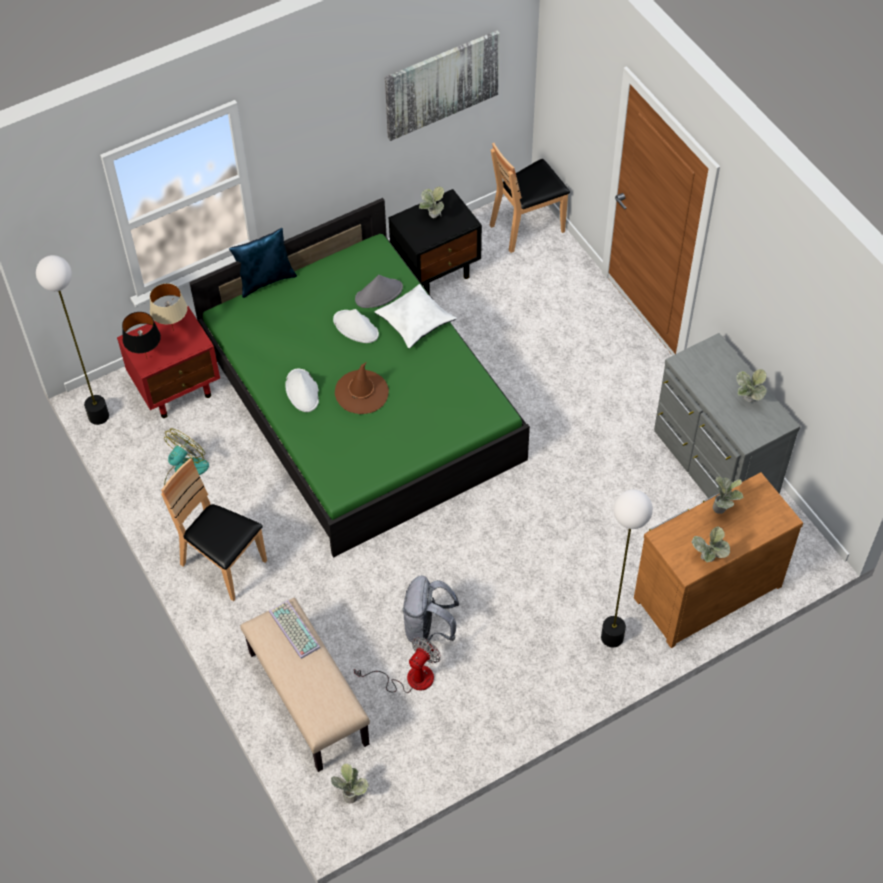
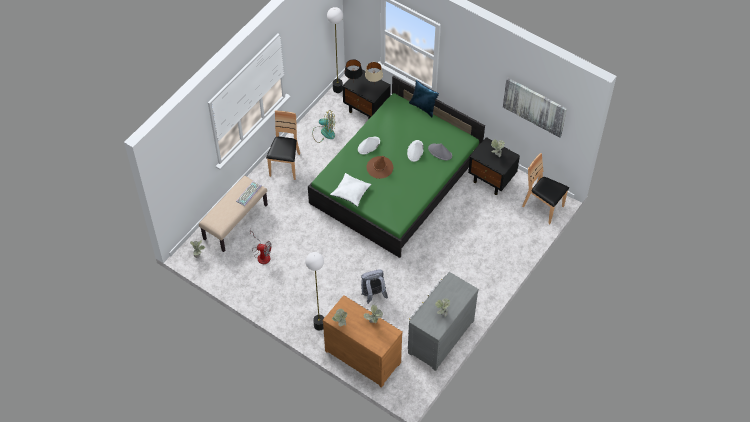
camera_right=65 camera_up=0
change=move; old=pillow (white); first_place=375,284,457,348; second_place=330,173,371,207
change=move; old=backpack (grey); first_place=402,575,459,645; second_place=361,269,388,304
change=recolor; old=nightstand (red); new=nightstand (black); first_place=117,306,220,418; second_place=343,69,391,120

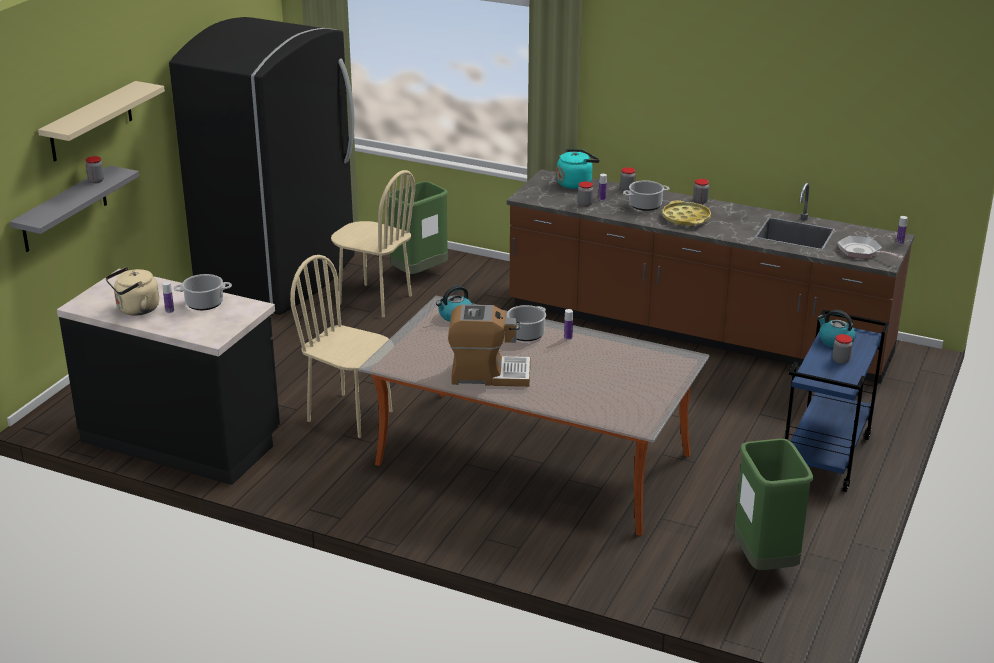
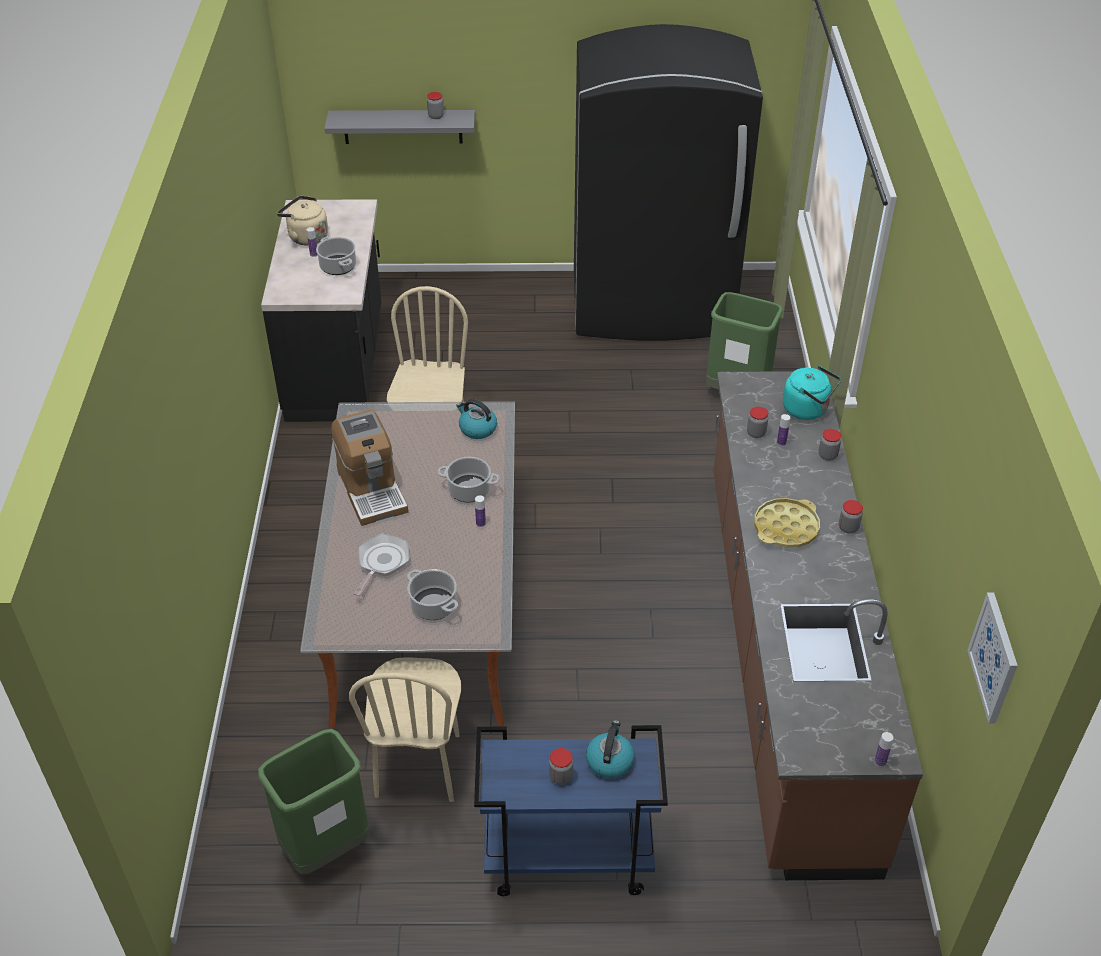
camera_right=65 camera_up=15
change=delete; old=shelf (beige); first_place=38,81,165,162
change=insert; new=picture; second_place=967,592,1018,723
change=move; old=chair (beige); first_place=331,170,415,317; second_place=349,657,461,802
change=move; old=cooking pot; first_place=623,180,670,211; second_place=407,569,458,620
change=move; old=frying pan; first_place=837,236,904,259; second_place=353,534,409,596

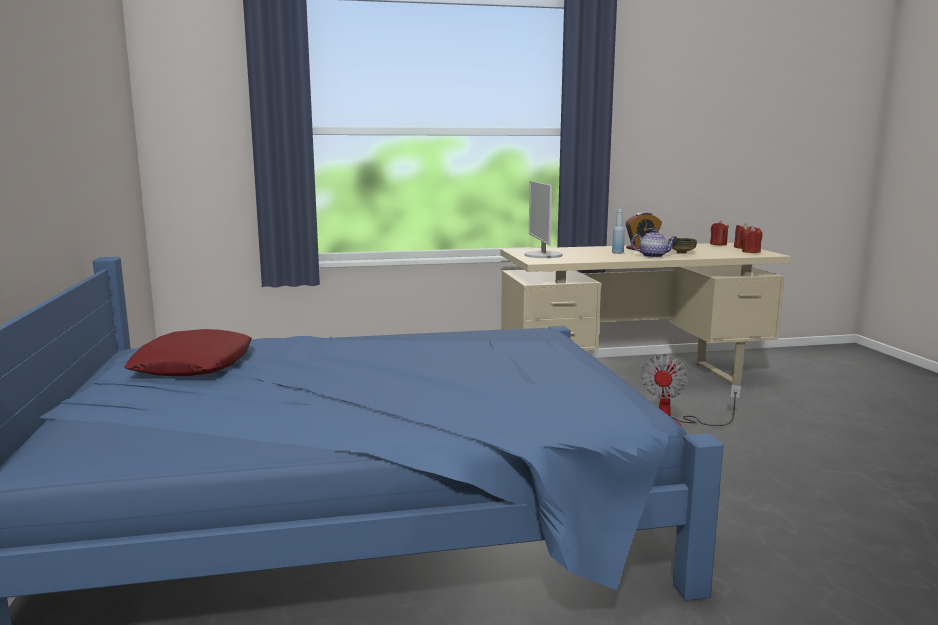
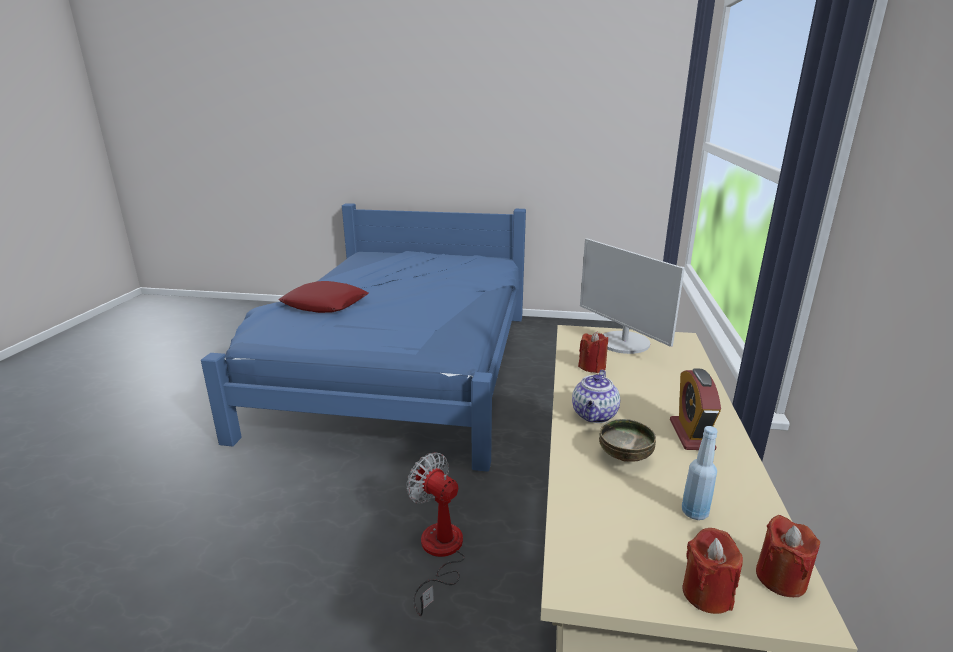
camera_right=110 camera_up=10
change=move; old=pillow (red); first_place=124,329,252,376; second_place=279,281,369,313
change=move; old=bottle (blue); first_place=612,209,625,254; second_place=682,426,718,520
change=move; old=candle (red); first_place=742,226,763,253; second_place=578,332,608,373
change=rotate; old=monitor; first_place=525,181,563,258; second_place=580,238,685,354; degrees=-135

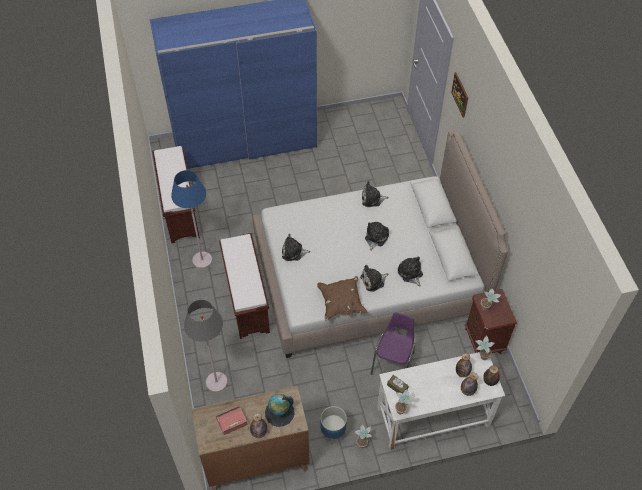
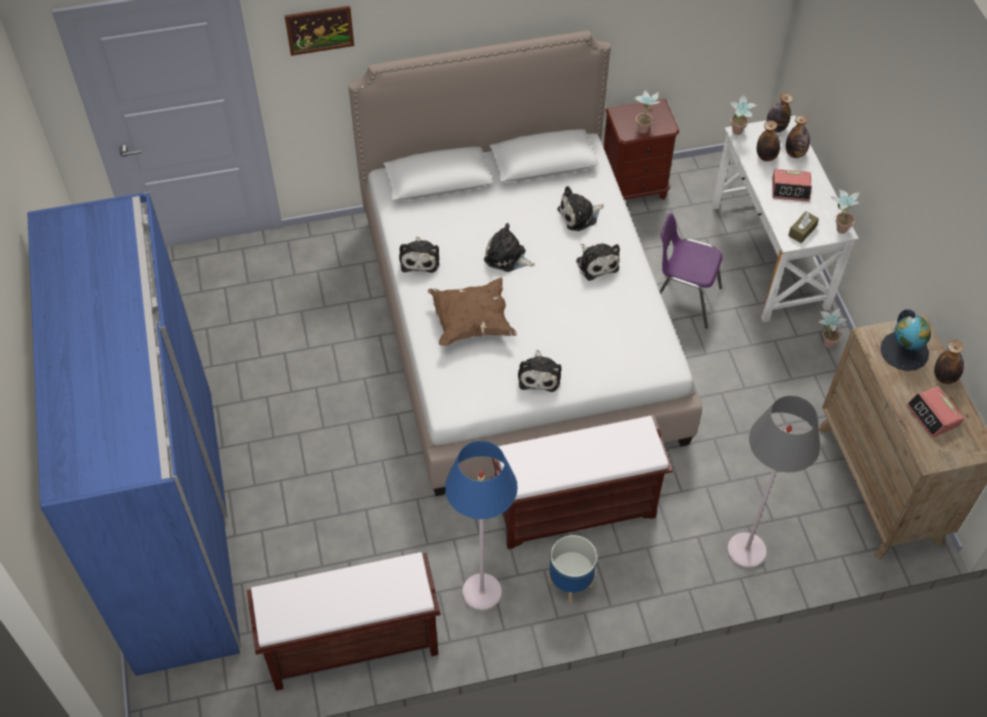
camera_right=-90 camera_up=0
change=insert; new=alarm clock; second_place=772,169,812,202
change=move; old=pillow (brown); first_place=317,276,368,321; second_place=428,278,517,346
change=move; old=planter; first_place=320,406,347,445; second_place=548,535,597,604

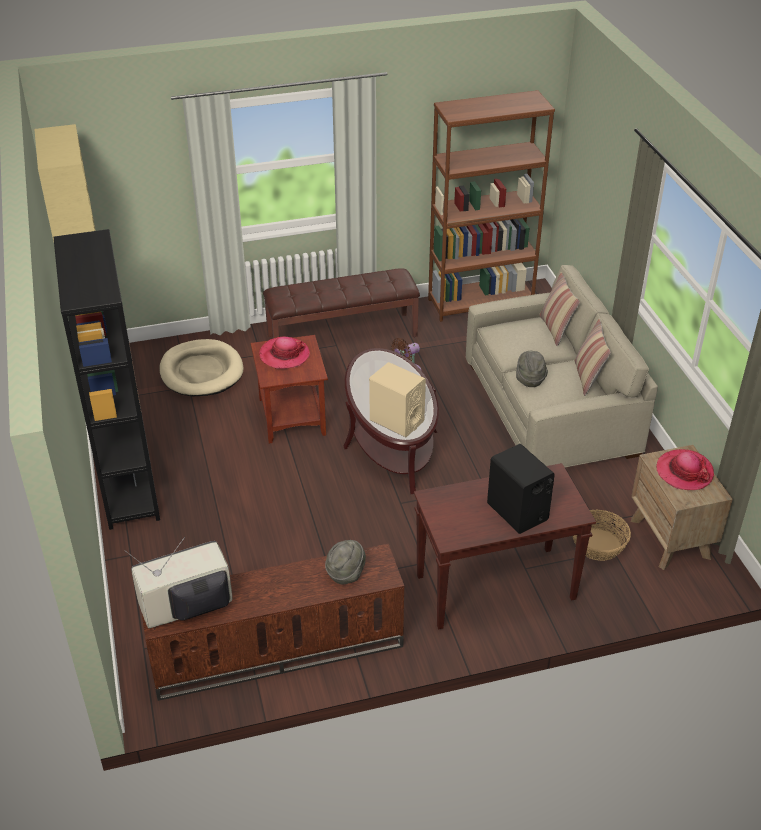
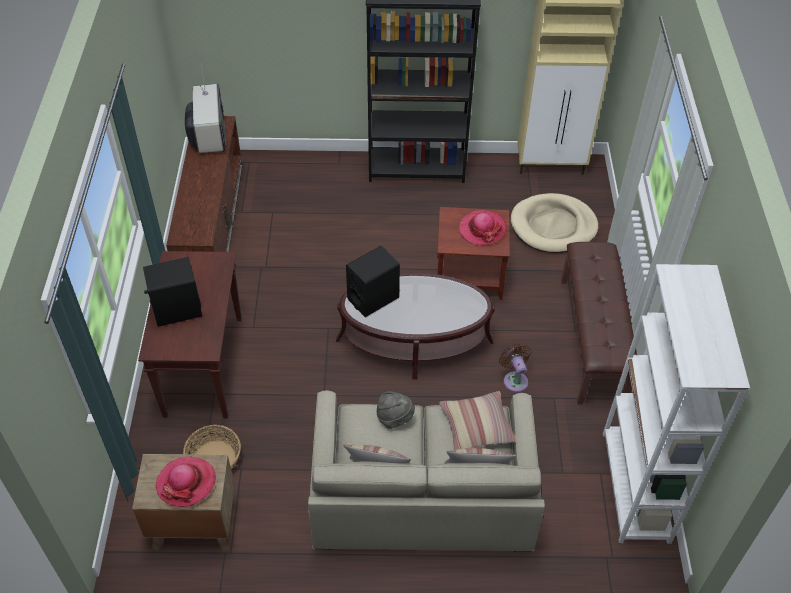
camera_right=105 camera_up=10
change=delete; old=hat (grey); first_place=325,540,366,584
change=insert; new=pillow; second_place=439,391,516,450
change=recolor; old=speaker (beige); new=speaker (black); first_place=369,362,426,437; second_place=346,246,400,317
change=recolor; old=bookcase (brown); new=bookcase (white); first_place=428,90,555,322; second_place=603,264,750,544

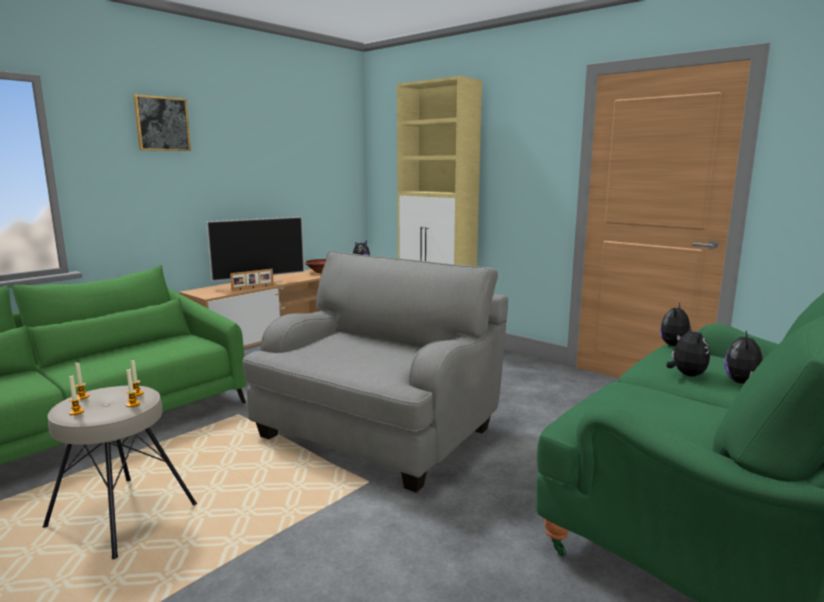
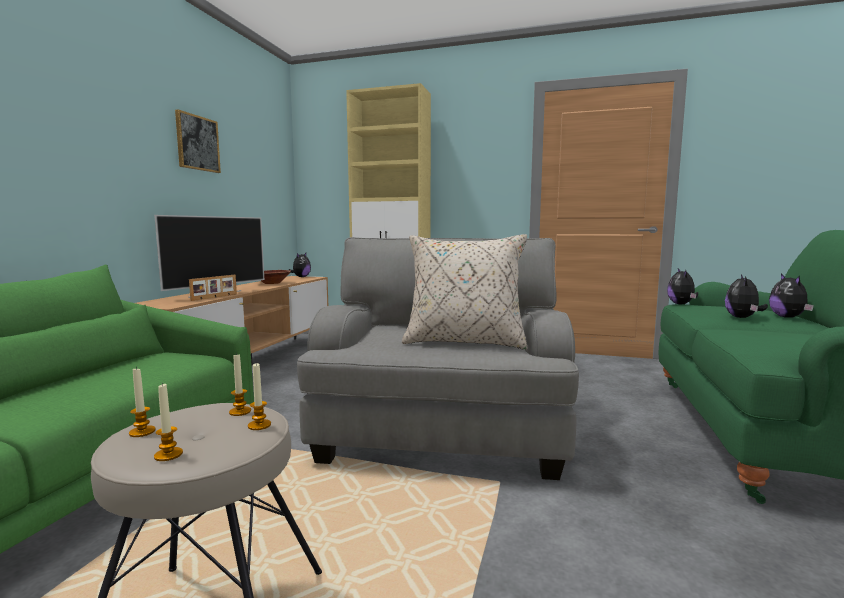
camera_right=-25 camera_up=-5
change=insert; new=pillow (beige); second_place=402,234,528,350
change=move; old=picture; first_place=133,94,191,151; second_place=175,109,221,173
change=rotate; old=plush toy; first_place=666,325,710,377; second_place=725,274,768,318; degrees=-135

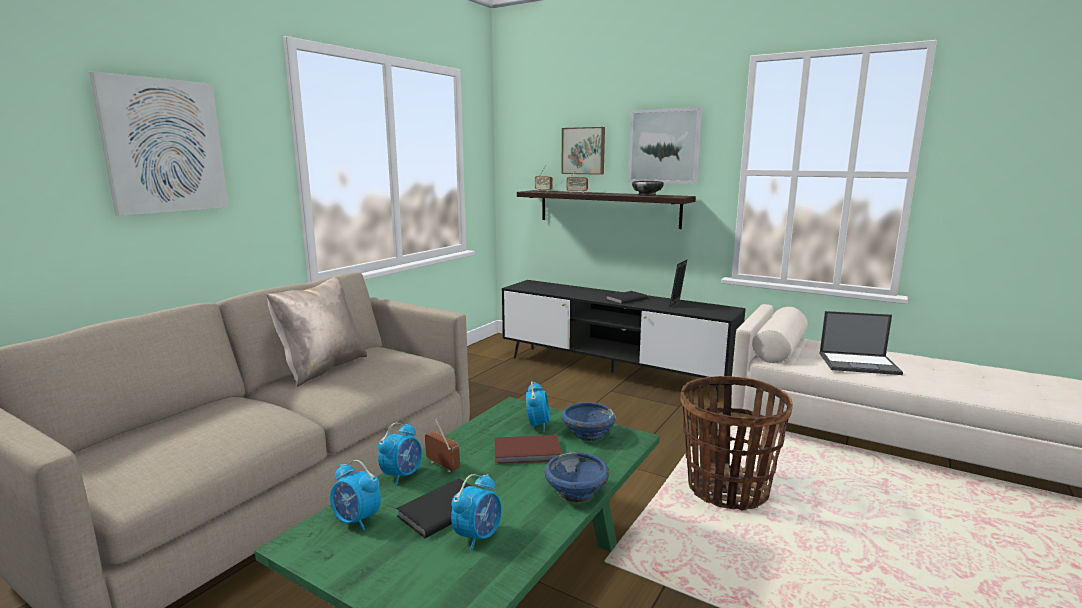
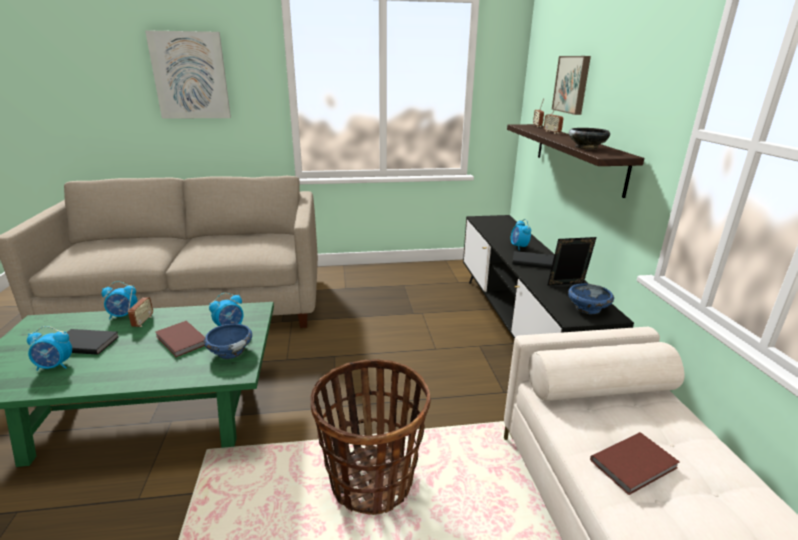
camera_right=50 camera_up=10
change=delete; old=pillow (beige); first_place=267,277,367,387
change=delete; old=picture; first_place=628,107,702,184
change=move; old=alarm clock; first_place=330,460,381,531; second_place=511,219,531,250
change=move; old=bowl (blue); first_place=545,452,609,503; second_place=568,283,614,314
change=replace; old=laptop; new=book (brown); first_place=820,311,903,375; second_place=590,432,679,495

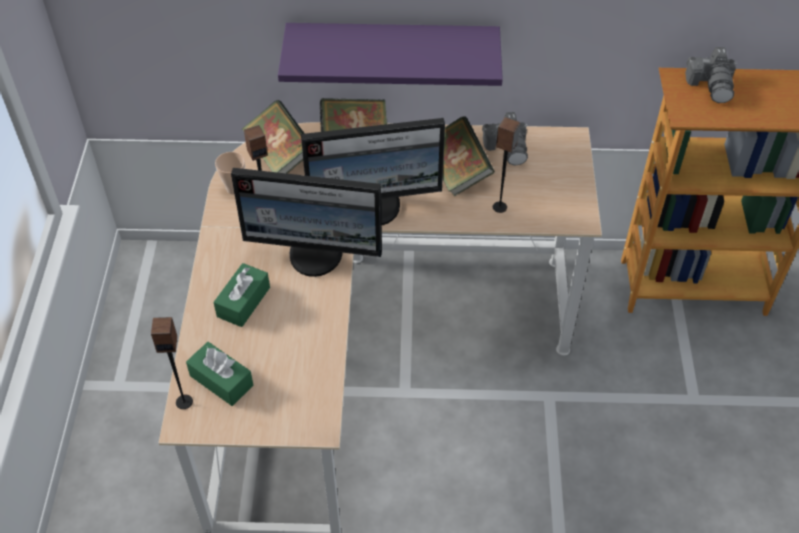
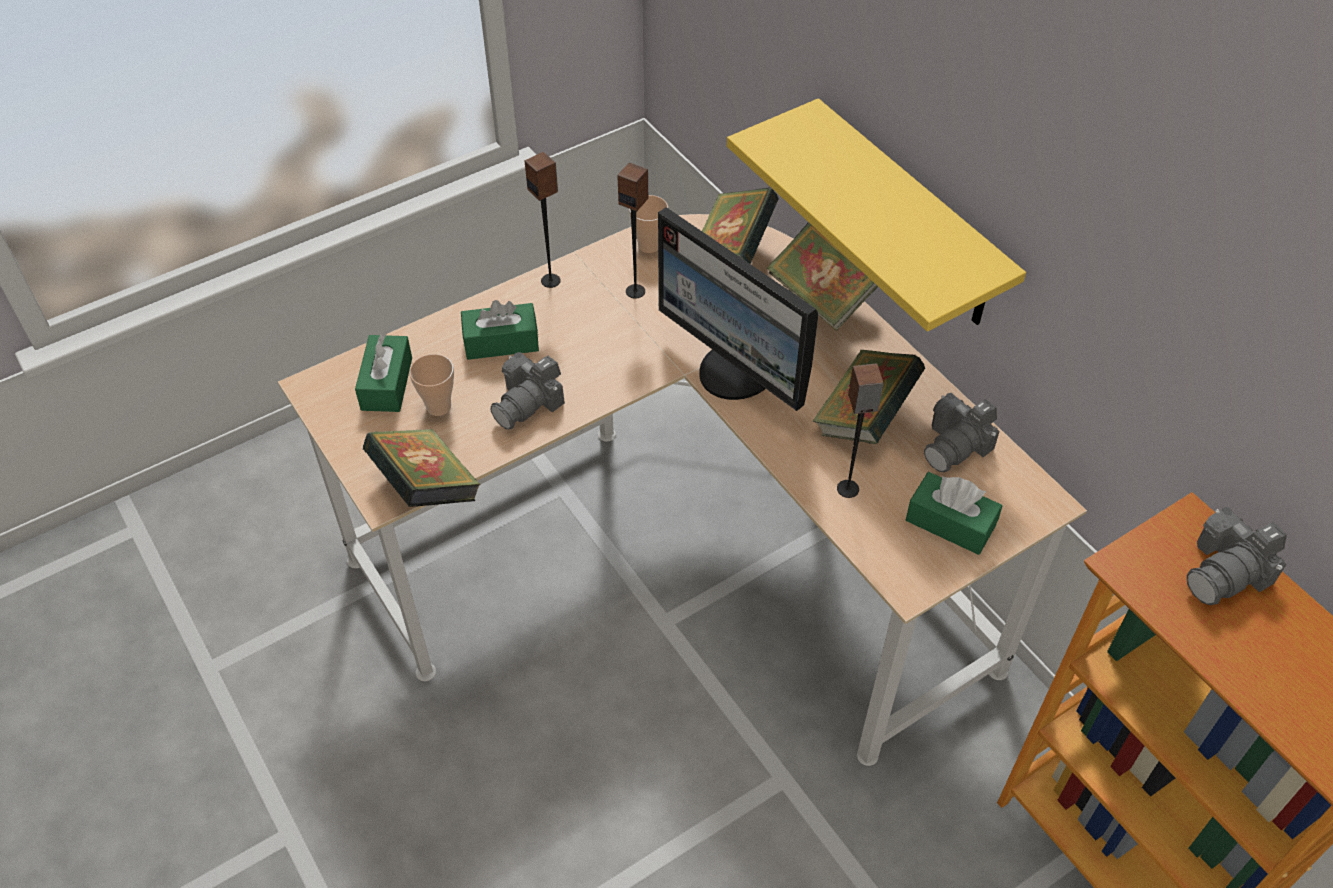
camera_right=55 camera_up=0
change=delete; old=monitor; first_place=231,168,382,277
change=insert; new=book; second_place=363,429,481,507
change=insert; new=cup; second_place=409,354,454,416
change=insert; new=photo camera; second_place=490,352,565,430
change=insert; new=tissue box (green); second_place=906,472,1002,555
change=move; old=speaker; first_place=151,317,193,409; second_place=525,152,561,288
change=recolor; old=shelf (purple); new=shelf (yellow); first_place=278,23,503,86; second_place=727,98,1026,332

